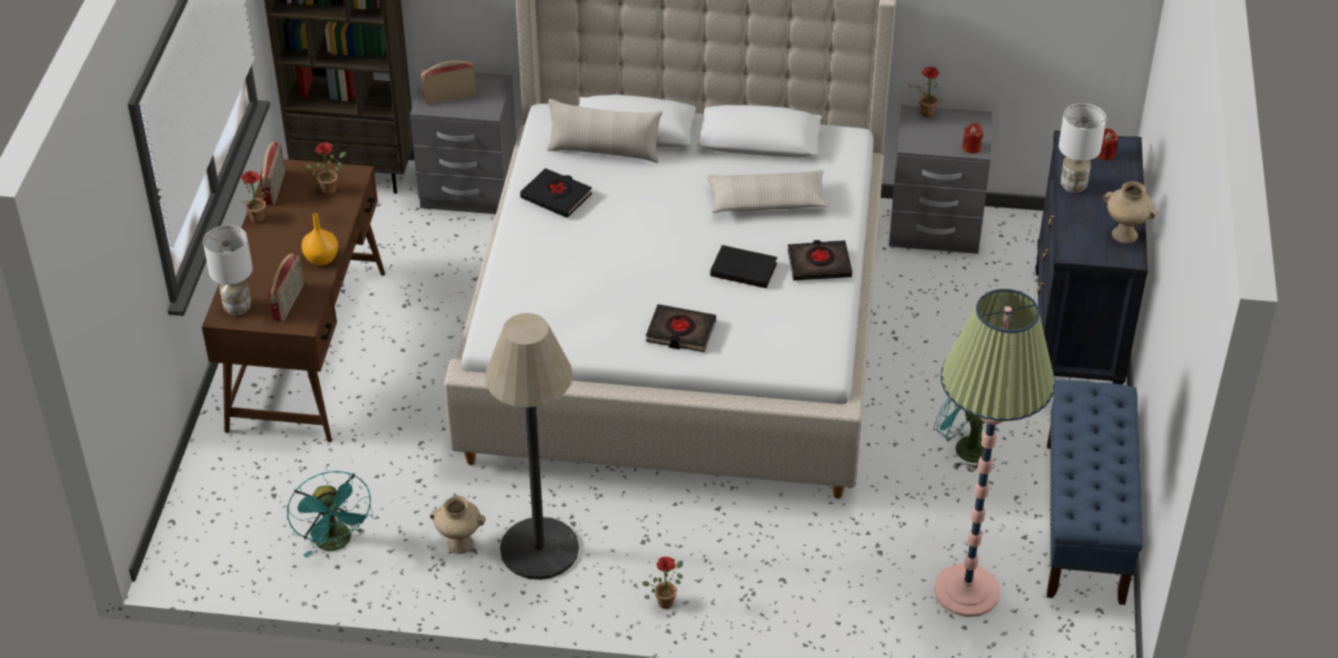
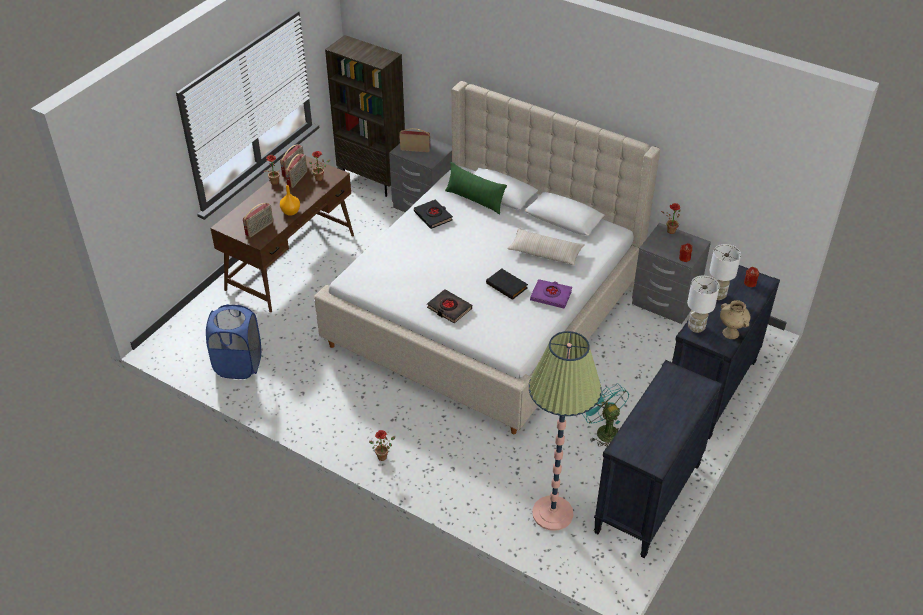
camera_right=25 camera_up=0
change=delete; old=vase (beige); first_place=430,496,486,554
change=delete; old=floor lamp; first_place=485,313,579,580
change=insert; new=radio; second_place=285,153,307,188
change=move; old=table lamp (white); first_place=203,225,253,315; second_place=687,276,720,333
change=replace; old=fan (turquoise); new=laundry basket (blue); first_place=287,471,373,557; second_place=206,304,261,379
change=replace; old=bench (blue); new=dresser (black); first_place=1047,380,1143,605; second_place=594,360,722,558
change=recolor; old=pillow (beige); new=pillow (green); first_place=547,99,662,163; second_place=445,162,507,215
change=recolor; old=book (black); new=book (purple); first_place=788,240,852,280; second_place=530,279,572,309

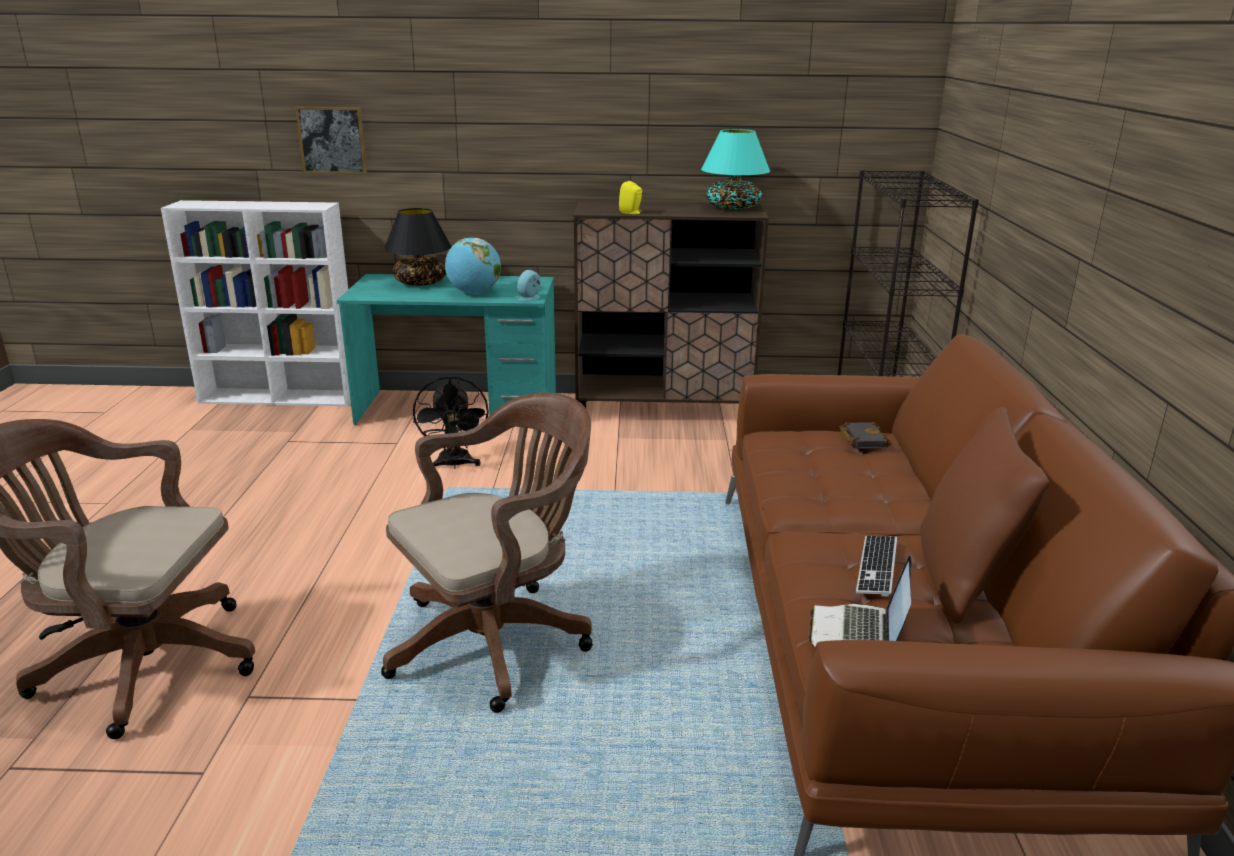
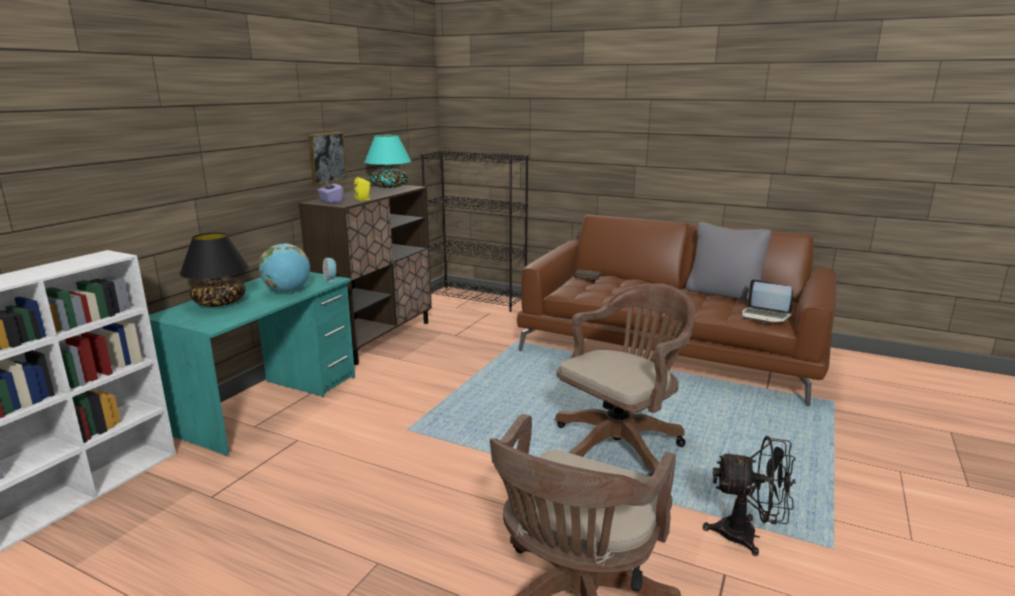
camera_right=-65 camera_up=-5
change=delete; old=keyboard; first_place=856,536,897,597
change=insert; new=tissue box (purple); second_place=317,180,343,203
change=move; old=picture; first_place=295,107,367,174; second_place=308,132,348,185
change=move; old=fan (black); first_place=413,376,489,469; second_place=703,436,796,556
change=recolor; old=pillow (brown); new=pillow (grey); first_place=920,407,1049,623; second_place=686,222,772,301
change=rotate; old=office chair (brown); first_place=381,392,593,713; second_place=555,284,696,476; degrees=60

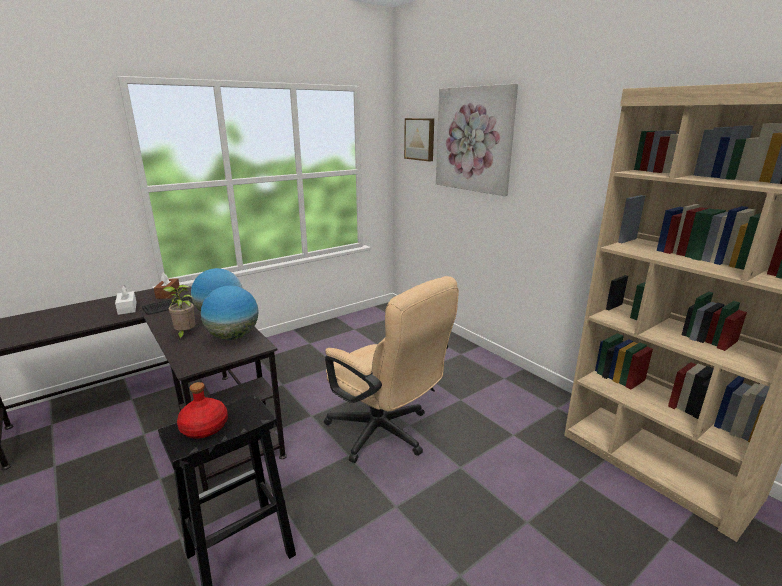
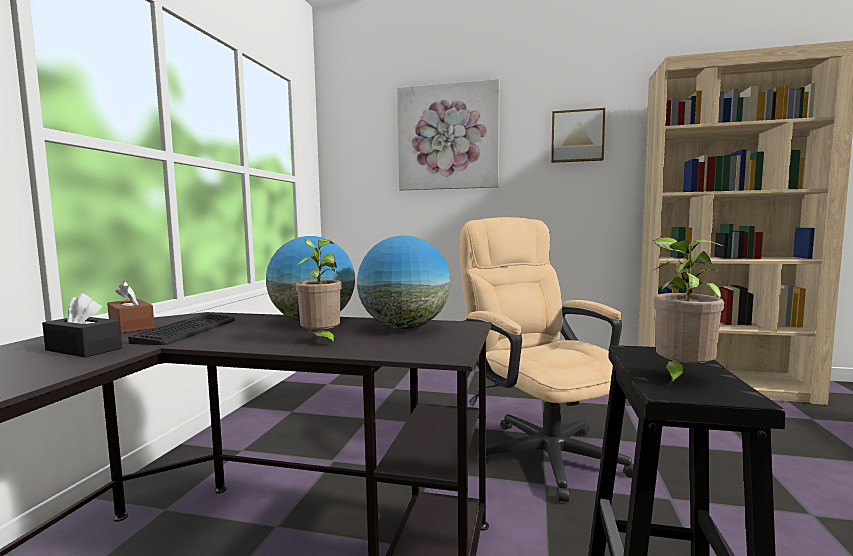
camera_right=-40 camera_up=-15
change=move; old=picture; first_place=404,118,434,161; second_place=551,108,605,163
change=replace; old=bottle (red); new=potted plant; first_place=177,382,228,439; second_place=653,237,728,385
change=recolor; old=tissue box (white); new=tissue box (black); first_place=115,285,137,315; second_place=42,293,122,358
change=rotate; old=office chair (beige); first_place=324,276,459,463; second_place=460,217,634,502; degrees=-120

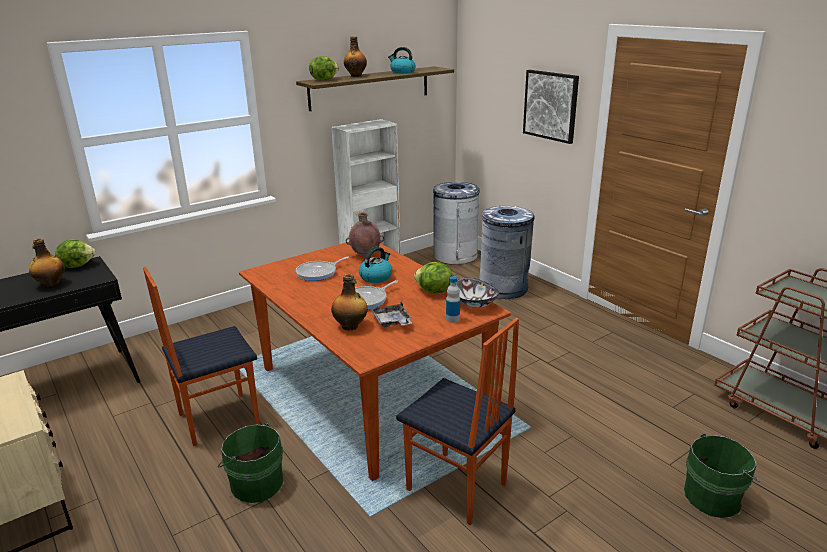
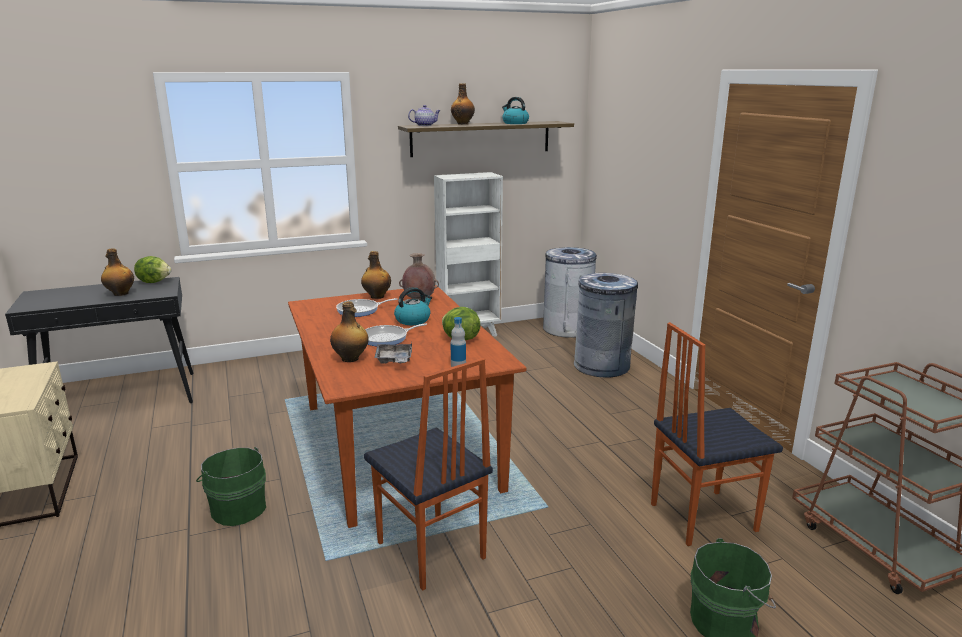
camera_right=15 camera_up=-5
change=delete; old=bowl; first_place=457,278,499,308
change=delete; old=picture; first_place=523,70,579,144
change=insert; new=bottle; second_place=361,251,391,299
change=move; old=chair; first_place=143,267,260,446; second_place=651,322,783,546
change=replace; old=lettuce; new=teapot; first_place=309,56,339,81; second_place=408,105,441,126

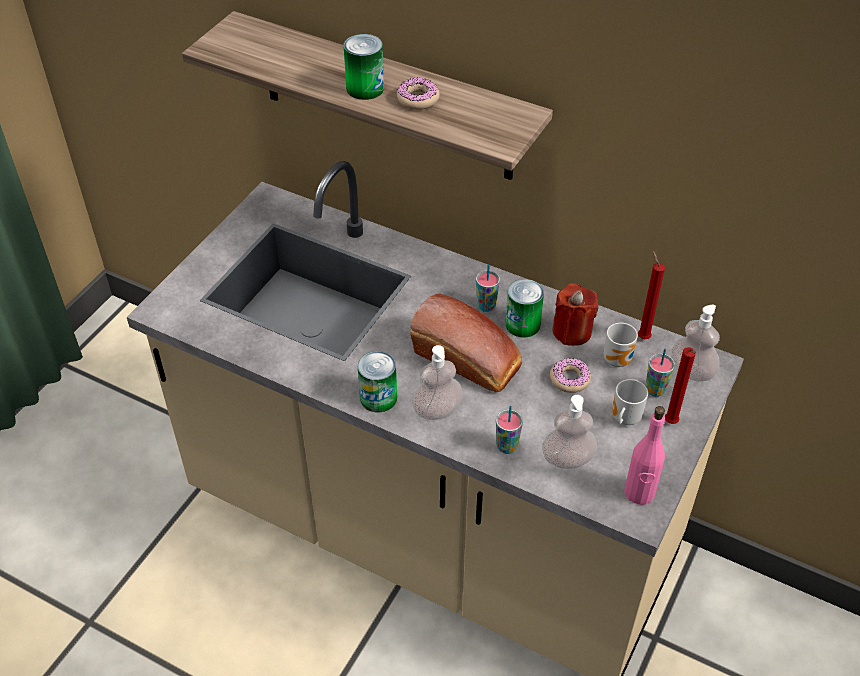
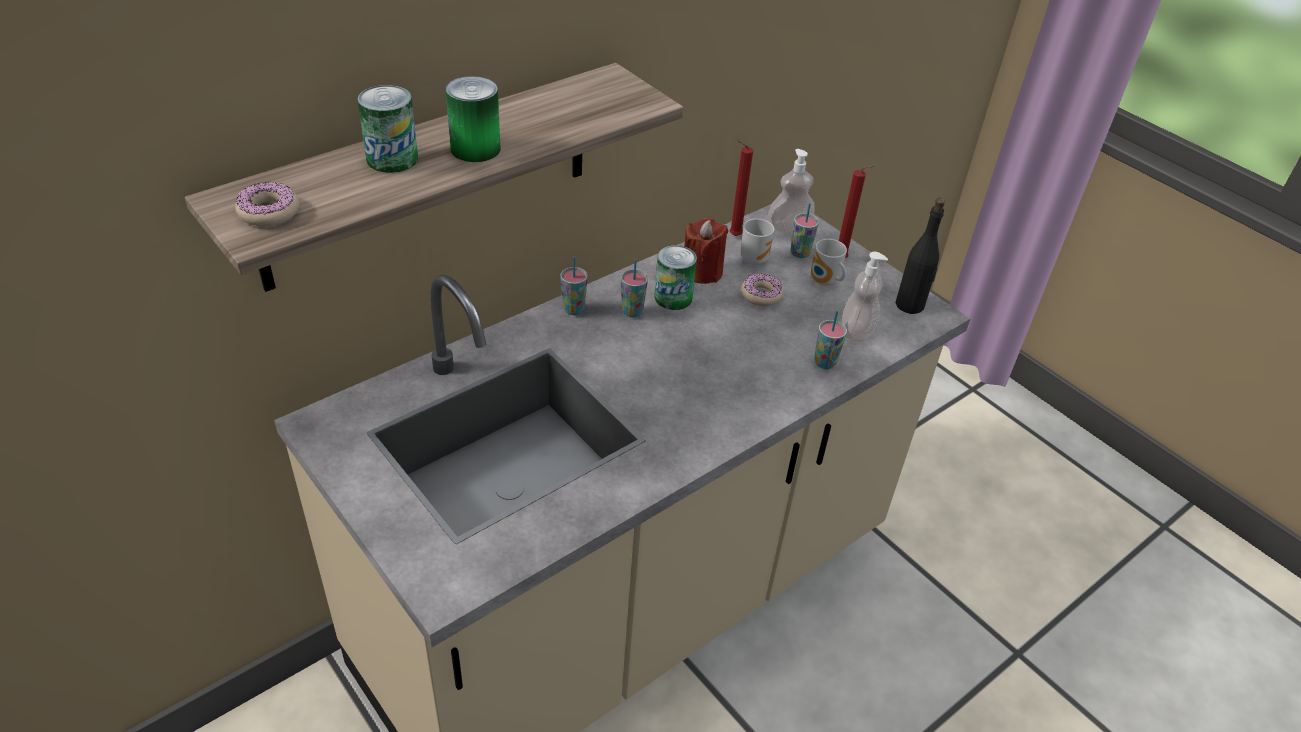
camera_right=-70 camera_up=-5
change=delete; old=bread; first_place=410,294,522,392
change=delete; old=soap dispenser; first_place=412,345,463,420
change=insert; new=cup; second_place=560,257,588,315
change=move; old=can; first_place=358,351,397,413; second_place=357,85,418,173
change=move; old=donut; first_place=397,77,440,110; second_place=235,182,300,226
change=recolor; old=bottle (pink); new=bottle (black); first_place=624,406,665,505; second_place=895,198,945,314

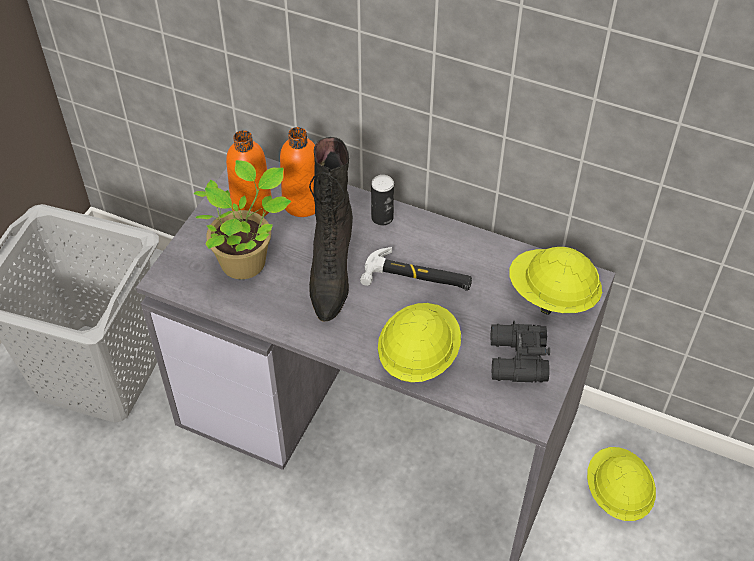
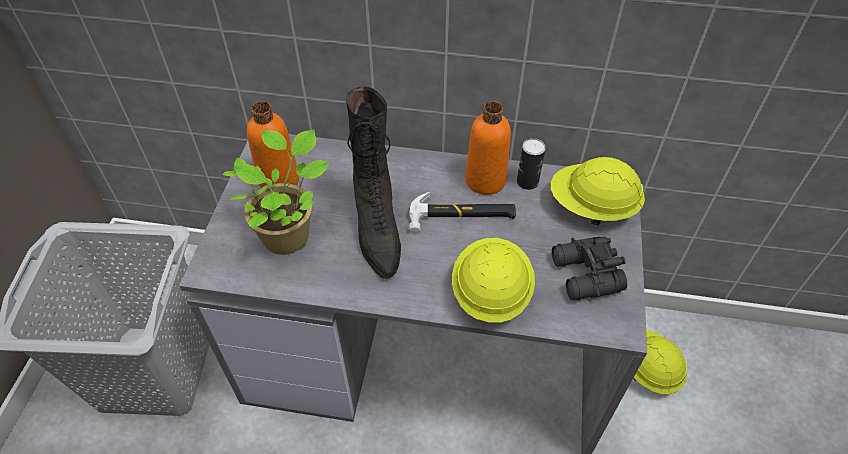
camera_right=-15 camera_up=0
change=move; old=bottle (orange); first_place=280,127,315,217; second_place=465,101,511,195
change=move; old=can; first_place=371,175,394,226; second_place=517,138,546,190

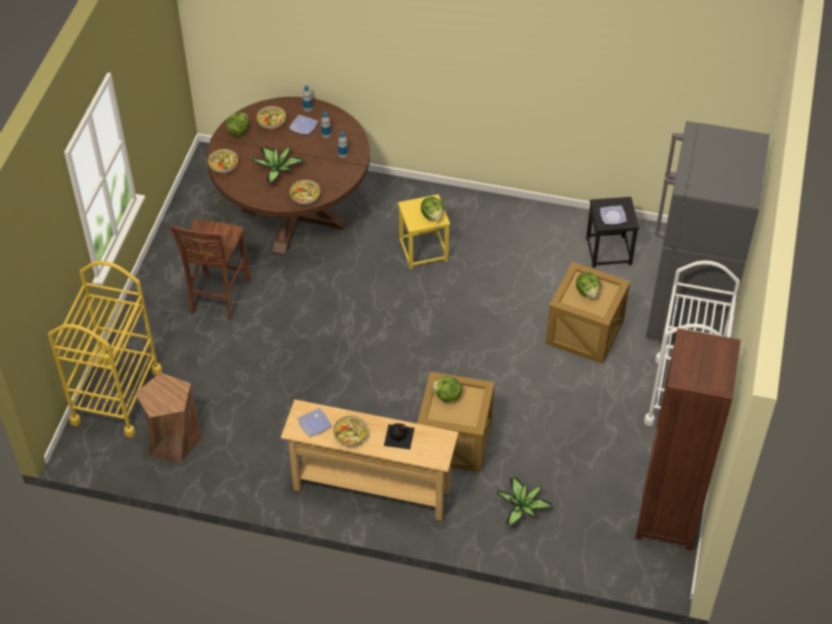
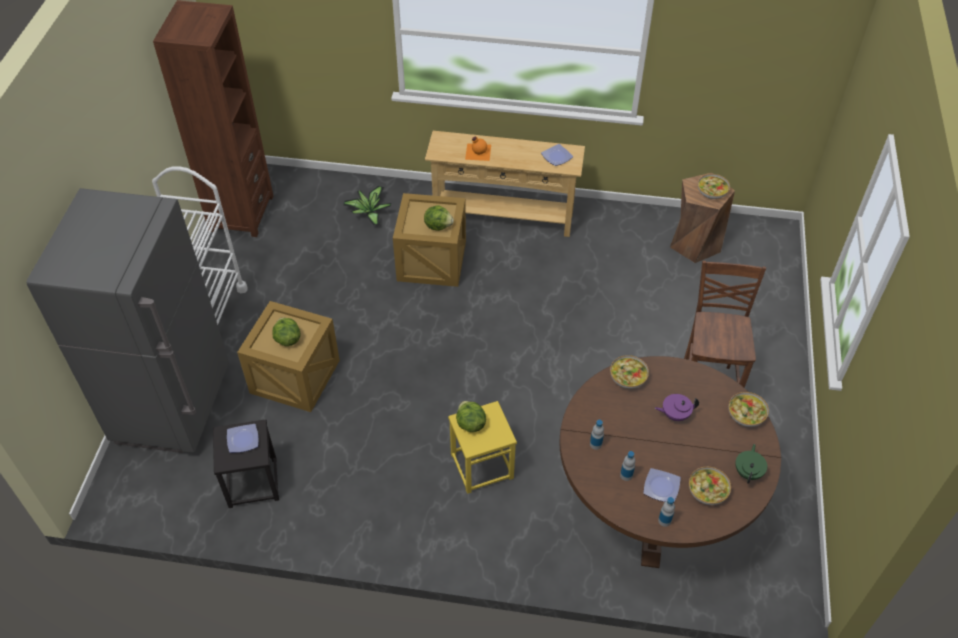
camera_right=175 camera_up=0
change=delete; old=cart (yellow); first_place=48,261,162,437
change=move; old=bowl; first_place=333,416,368,446; second_place=698,174,730,199
change=replace; old=lettuce; new=teapot (green); first_place=226,113,249,136; second_place=735,444,767,484
change=replace; old=potted plant; new=teapot (purple); first_place=252,146,303,183; second_place=655,394,699,421
change=recolor; old=bottle (black); new=bottle (orange); first_place=384,423,415,450; second_place=465,137,491,161

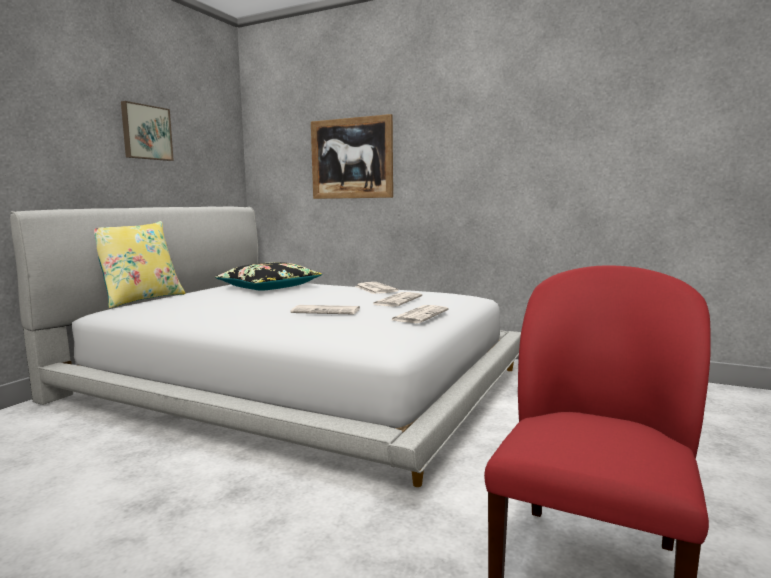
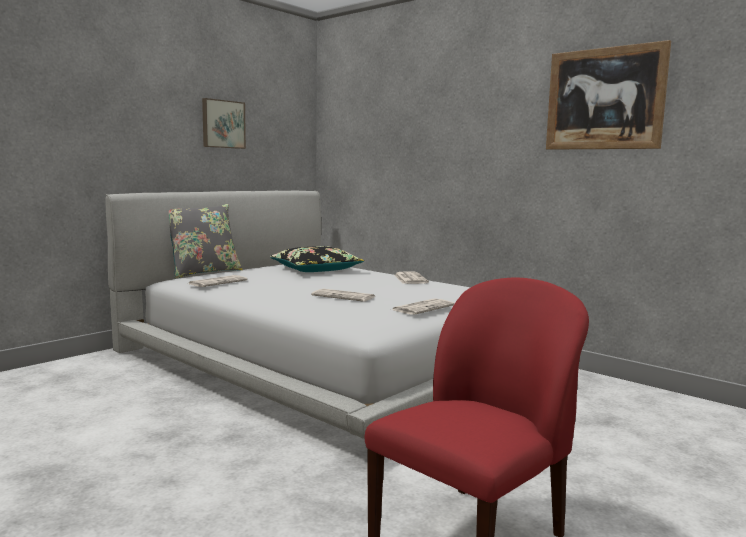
camera_right=15 camera_up=0
change=move; old=picture; first_place=311,114,393,199; second_place=546,40,671,150
change=move; old=newspaper; first_place=372,292,422,307; second_place=189,275,248,287
change=recolor; old=pillow (yellow); new=pillow (grey); first_place=94,221,186,309; second_place=169,204,243,278

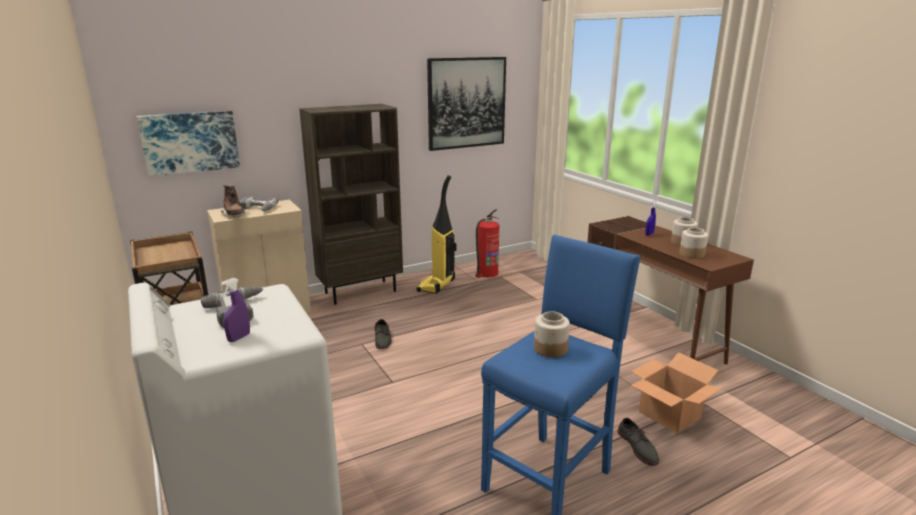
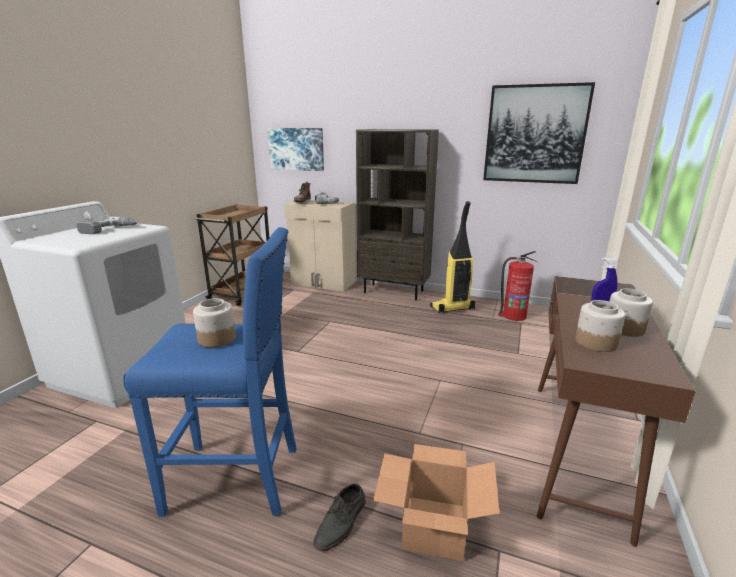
camera_right=50 camera_up=0
change=delete; old=spray bottle (purple); first_place=220,278,250,342
change=delete; old=shoe (grey); first_place=374,319,392,349

